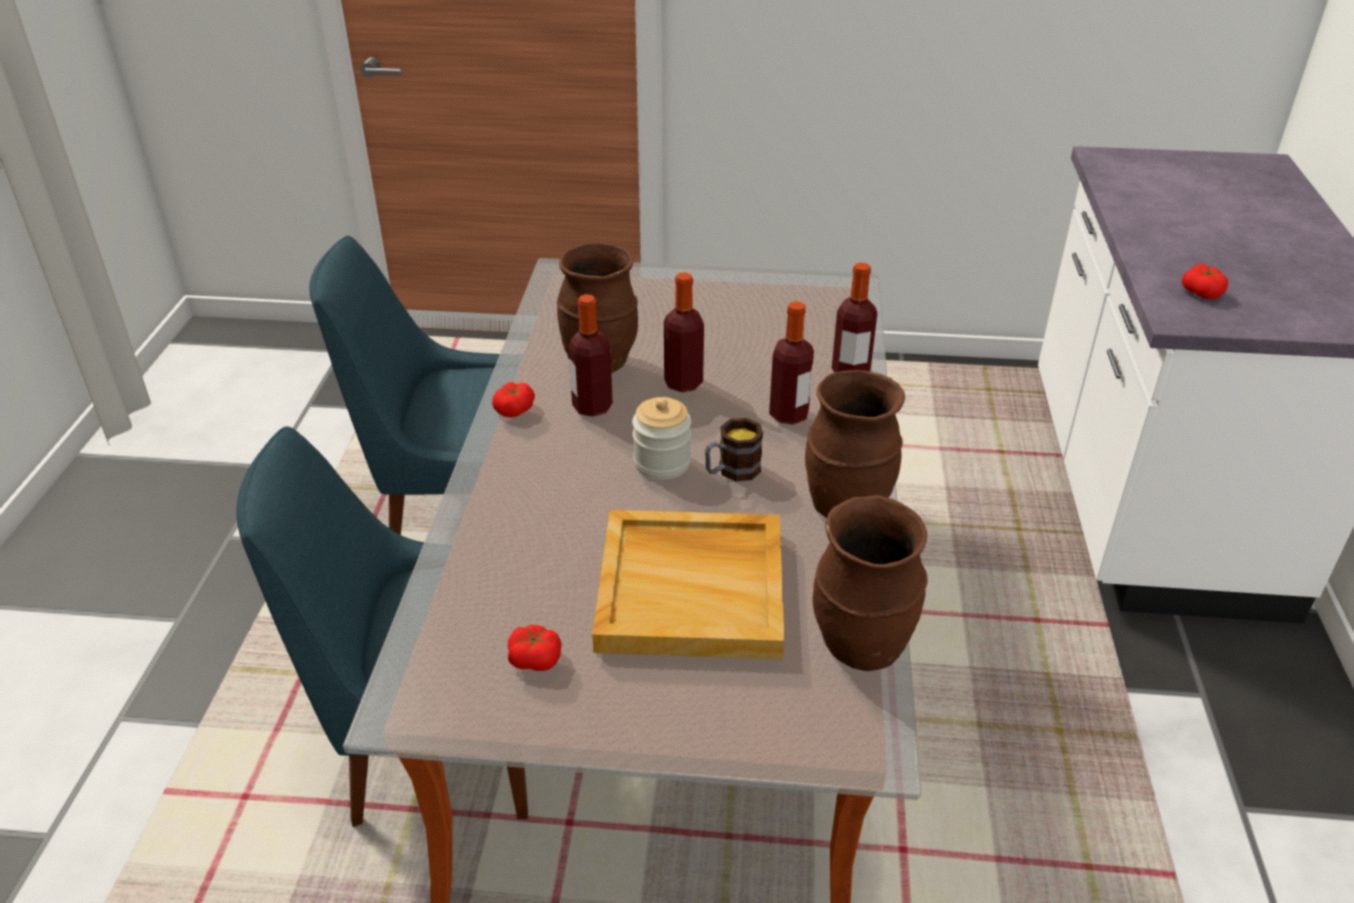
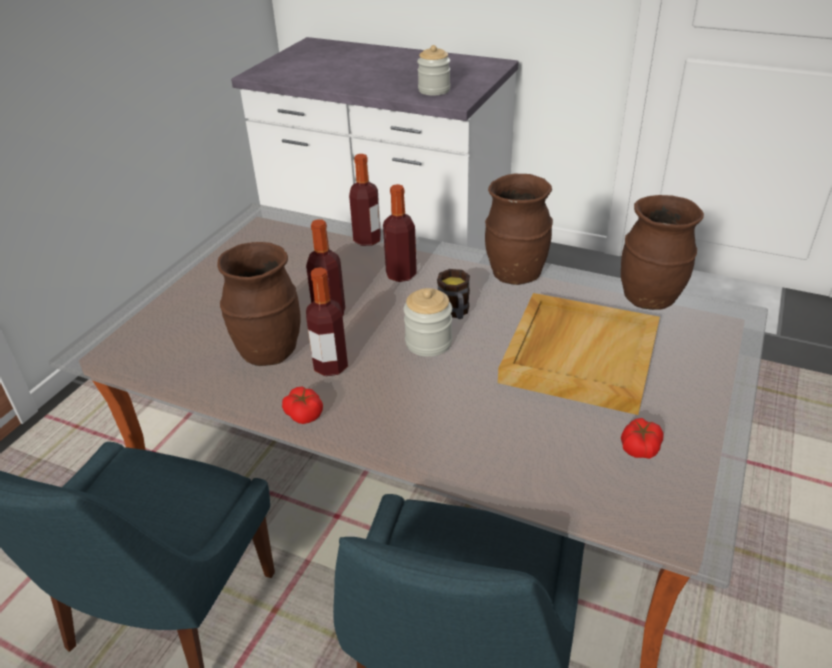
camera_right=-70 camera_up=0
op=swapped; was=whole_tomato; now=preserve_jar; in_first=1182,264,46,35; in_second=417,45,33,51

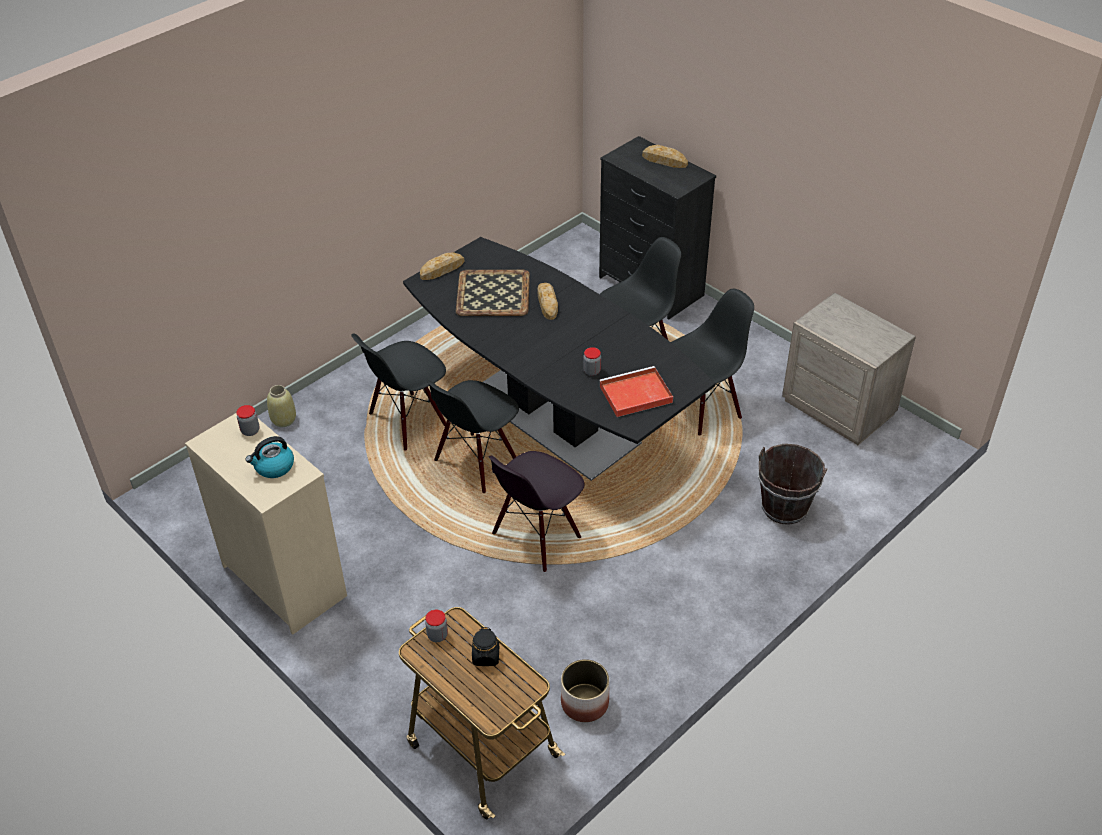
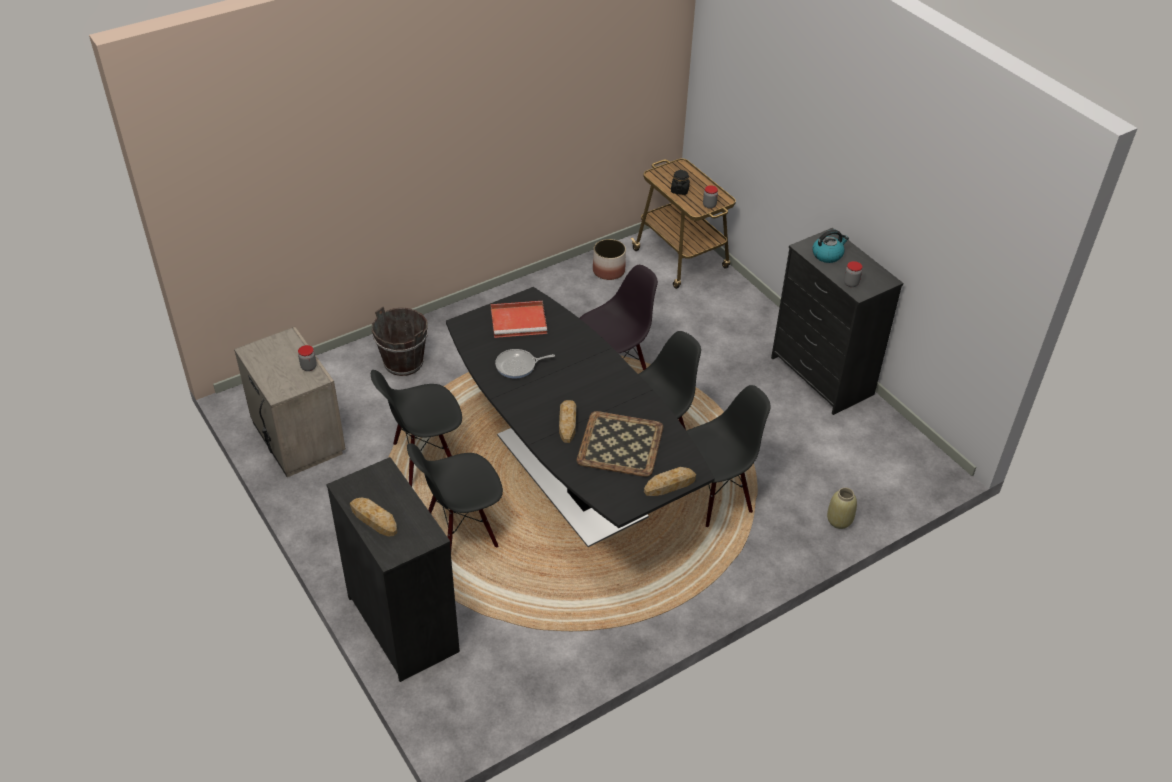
camera_right=-170 camera_up=0
op=repainted; was=beige-coloured_drawer_chest; now=black-coloured_drawer_chest; in_first=185,413,162,222; in_second=771,228,133,187
op=shifted; was=preserve_jar; in_first=583,347,18,29; in_second=298,345,19,26
op=new; now=skillet; in_second=495,349,60,30

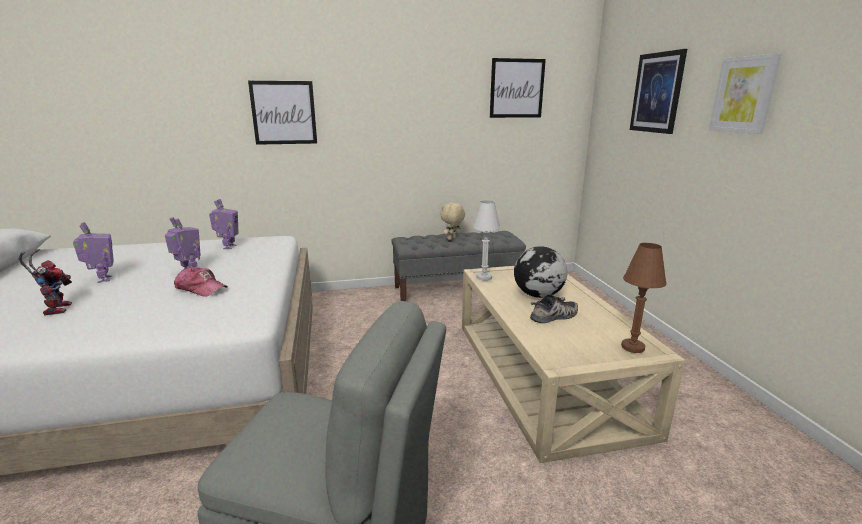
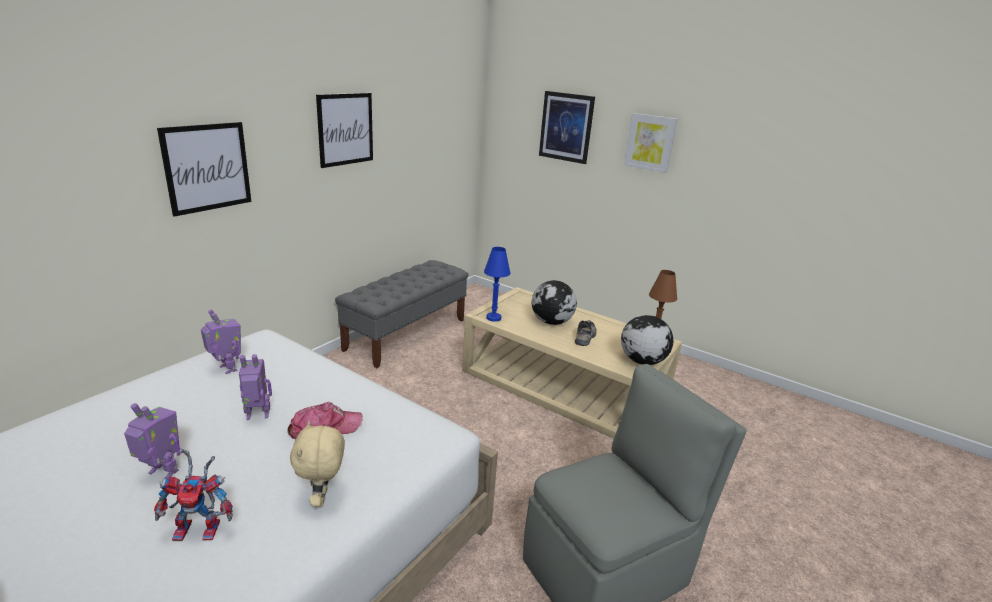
camera_right=-45 camera_up=5
op=rotated; was=robot_figure; in_first=18,249,54,67; in_second=154,449,79,92; clockwise=150
op=shifted; was=beige-coloured_cuddly_toy; in_first=440,203,25,37; in_second=290,421,55,86
op=repainted; was=white_table_lamp; now=bluish_table_lamp; in_first=472,200,28,81; in_second=484,247,26,74
op=shifted; was=wall_picture; in_first=490,58,56,60; in_second=316,93,57,75
op=new; now=desk_globe; in_second=621,315,53,50

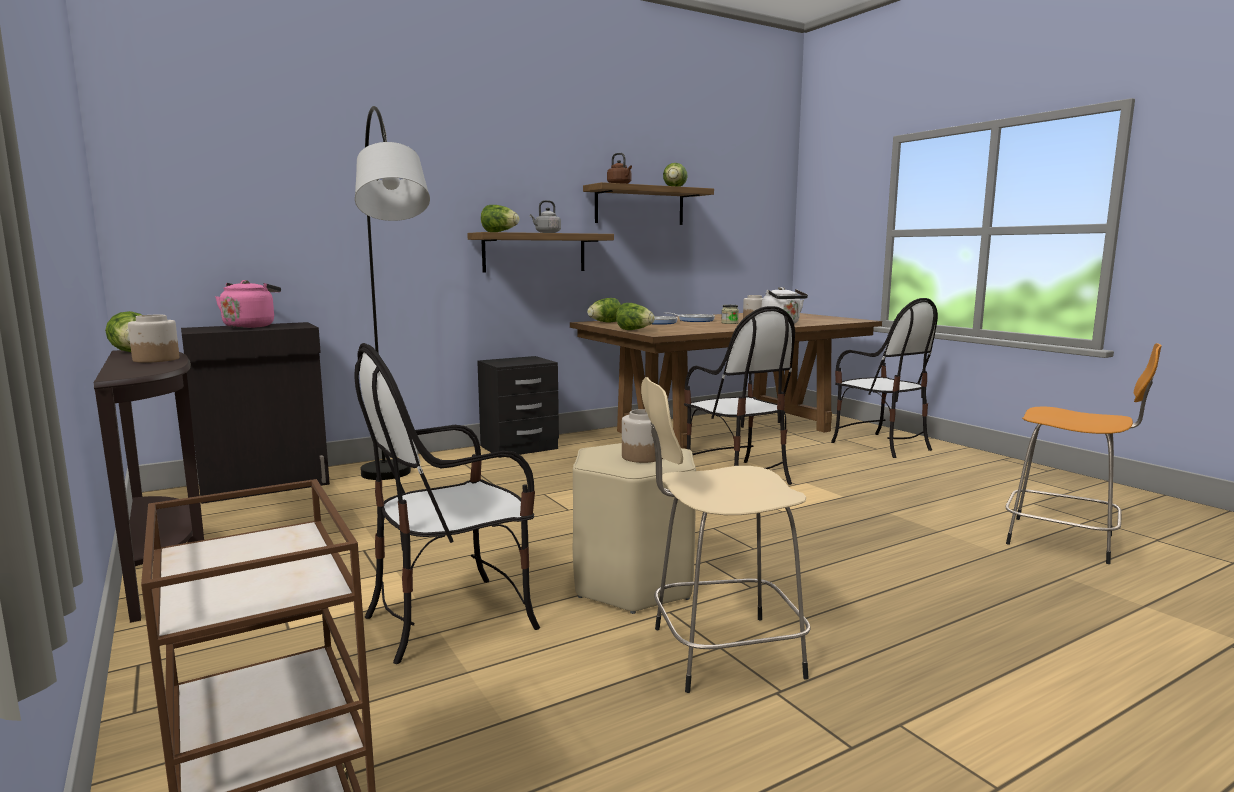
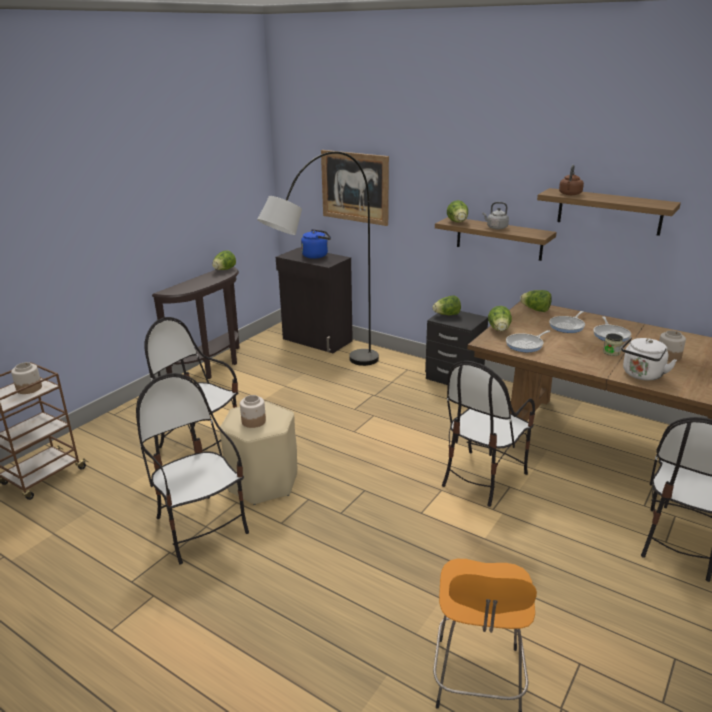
camera_right=65 camera_up=15
op=shifted; was=preserve_jar; in_first=128,315,51,48; in_second=11,362,31,32
op=repainted; was=pink_tea_kettle; now=bluish_tea_kettle; in_first=215,280,66,48; in_second=301,229,30,30
op=swapped; was=beige-coloured_stool; now=upright_chair; in_first=641,377,170,316; in_second=136,373,113,191
op=shifted; was=head_of_lettuce; in_first=663,163,25,24; in_second=432,295,29,20
op=new; now=wall_picture; in_second=321,150,68,76
op=new; now=skillet; in_second=506,330,44,22

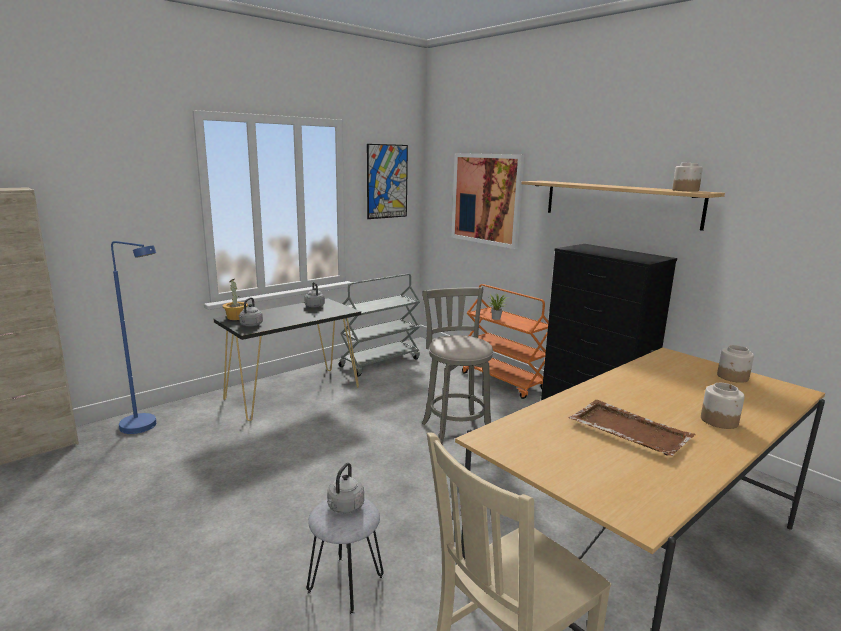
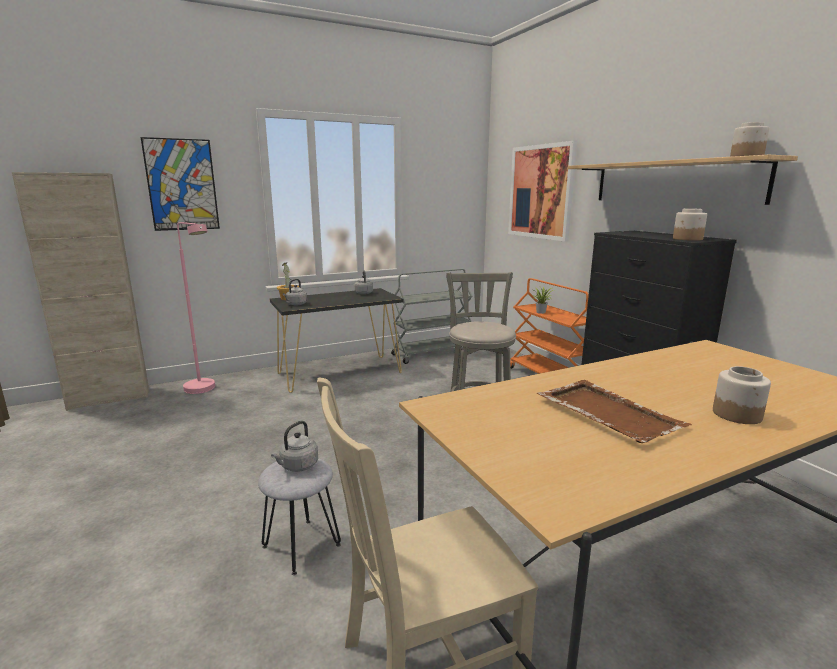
camera_right=15 camera_up=0
op=repainted; was=bluish_standing_lamp; now=pink_standing_lamp; in_first=111,241,45,193; in_second=177,222,38,172
op=shifted; was=wall_picture; in_first=367,144,41,75; in_second=141,137,79,94
op=shifted; was=preserve_jar; in_first=717,345,37,38; in_second=673,208,34,33

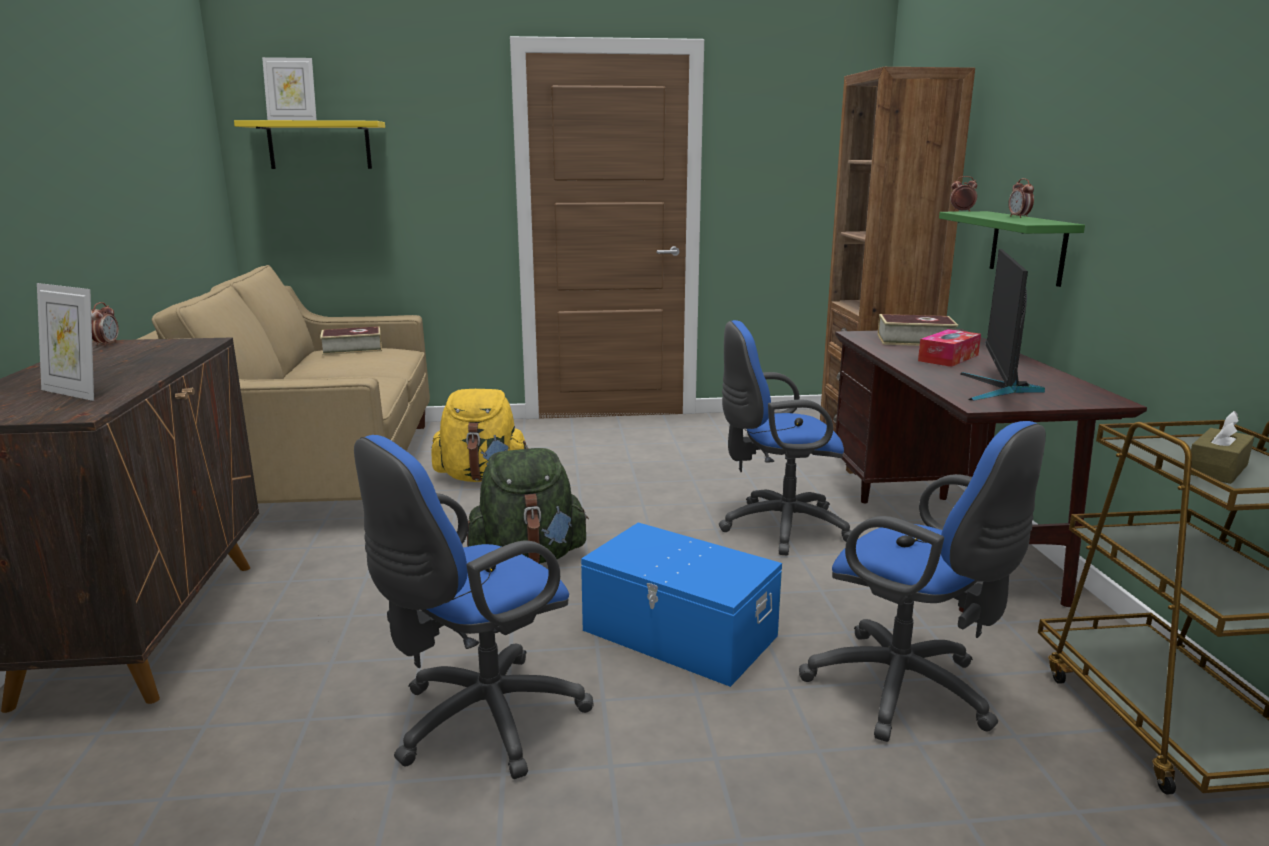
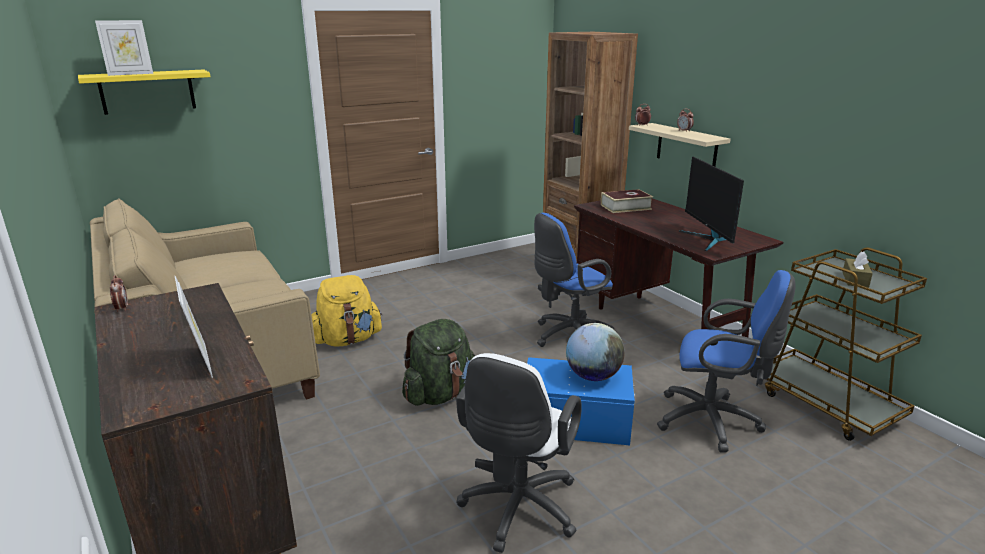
camera_right=-25 camera_up=5
op=rotated; was=standing_frame; in_first=37,283,57,118; in_second=175,276,38,102; clockwise=-120
op=gone; was=volume; in_first=320,326,62,29
op=repainted; was=bluish_office_chair; now=white_office_chair; in_first=354,435,240,344; in_second=456,353,126,200
op=gone; was=tissue_box; in_first=918,329,63,38
op=repainted; was=green-coloured_bracket_shelf; now=beige-coloured_bracket_shelf; in_first=939,211,146,76; in_second=629,123,101,43
op=new; now=desk_globe; in_second=566,323,59,58

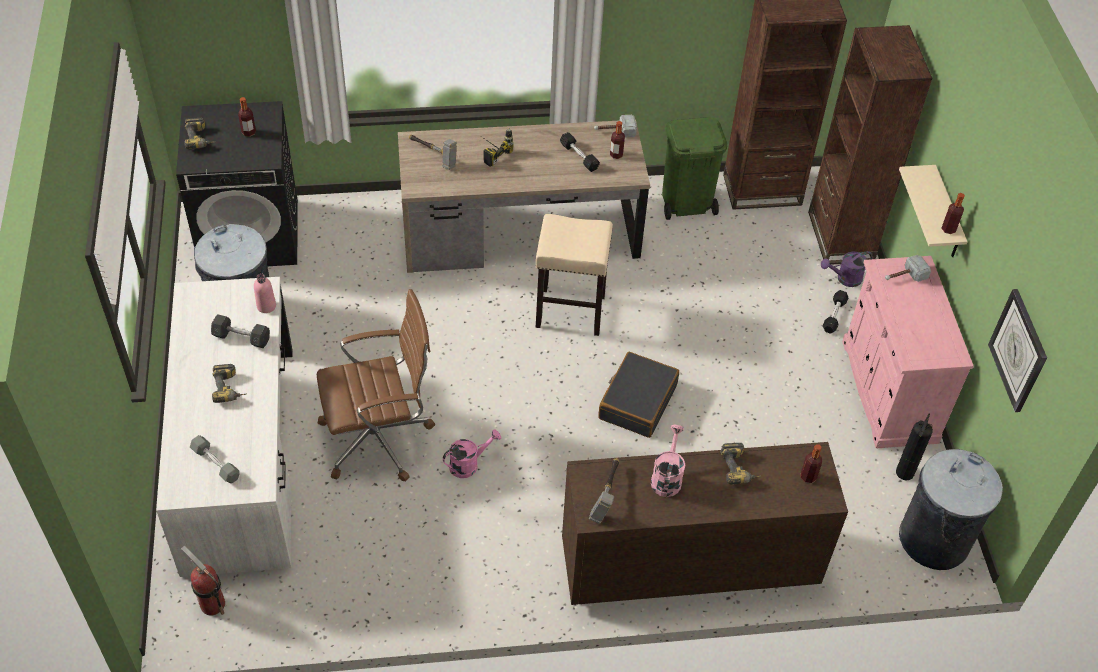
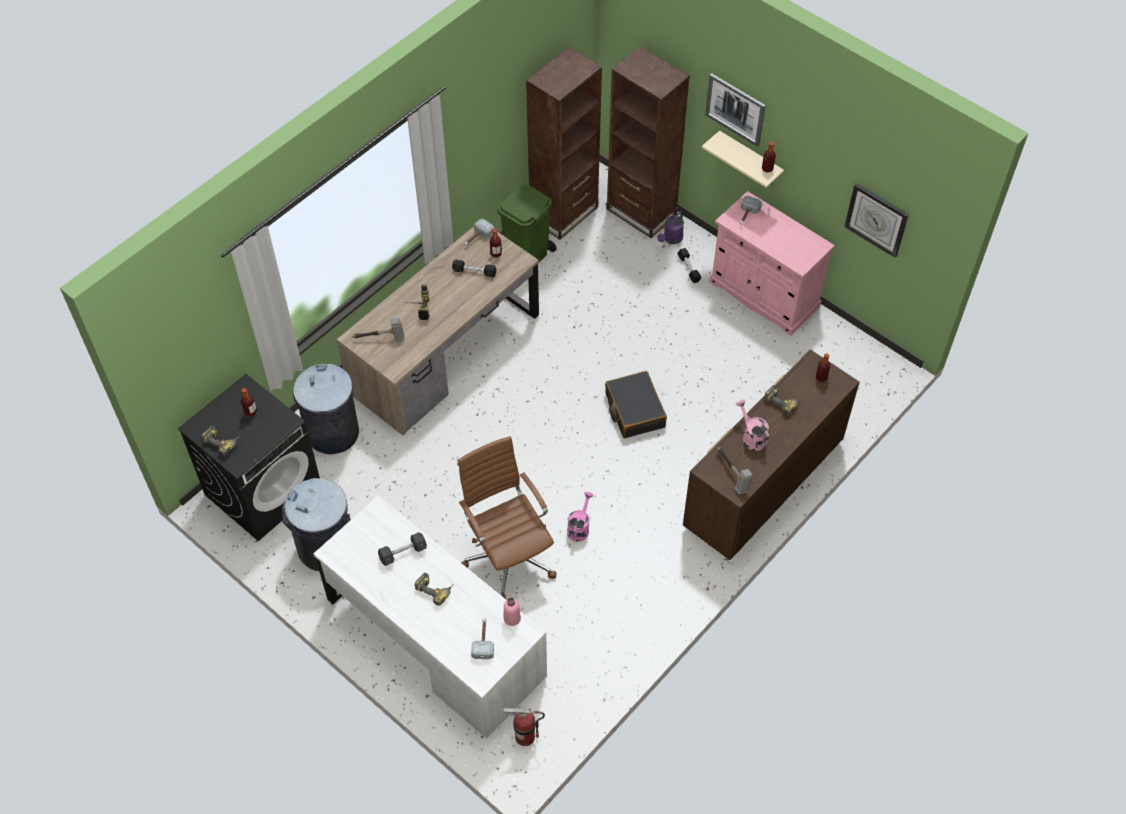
camera_right=-40 camera_up=5
op=swapped; was=gray_hand_weight; now=hammer; in_first=190,435,50,48; in_second=471,618,23,41
op=shifted; was=pink_bottle; in_first=254,274,22,39; in_second=504,598,17,28
op=rotated; was=brown_office_chair; in_first=317,289,118,193; in_second=458,436,99,163; clockwise=-60
op=gone; was=beige-coloured_stool; in_first=536,214,77,122
op=gone; was=fire-fighting_cylinder; in_first=896,414,37,66
op=shifted; was=gray_waste_bin; in_first=899,449,104,121; in_second=293,363,66,91
op=new; now=wall_picture; in_second=705,73,61,74

